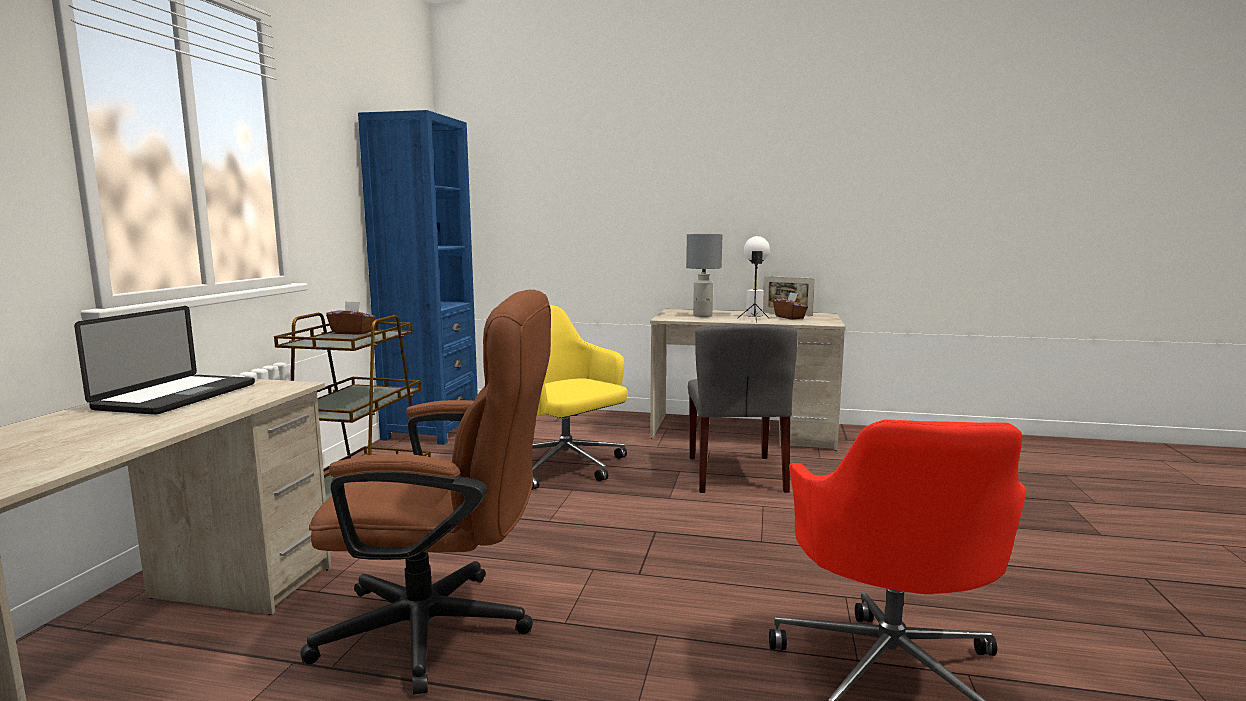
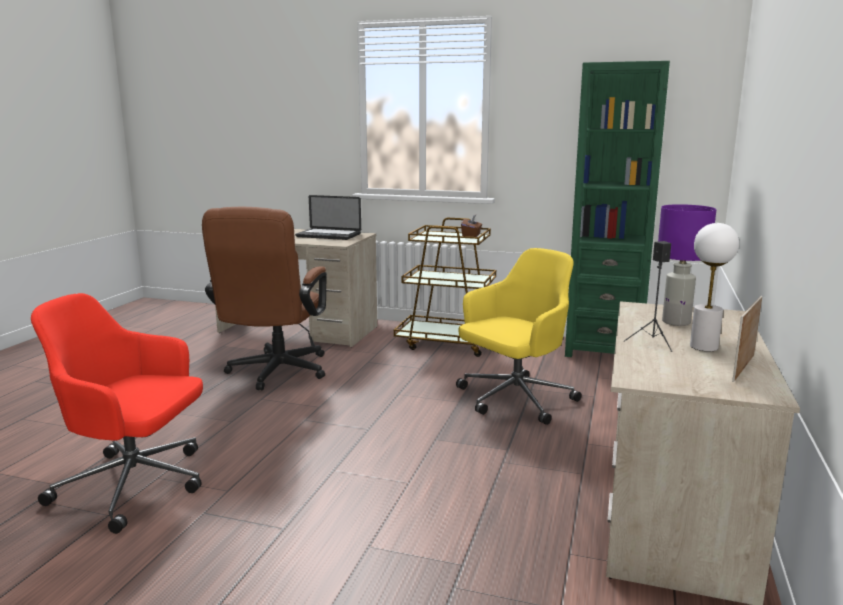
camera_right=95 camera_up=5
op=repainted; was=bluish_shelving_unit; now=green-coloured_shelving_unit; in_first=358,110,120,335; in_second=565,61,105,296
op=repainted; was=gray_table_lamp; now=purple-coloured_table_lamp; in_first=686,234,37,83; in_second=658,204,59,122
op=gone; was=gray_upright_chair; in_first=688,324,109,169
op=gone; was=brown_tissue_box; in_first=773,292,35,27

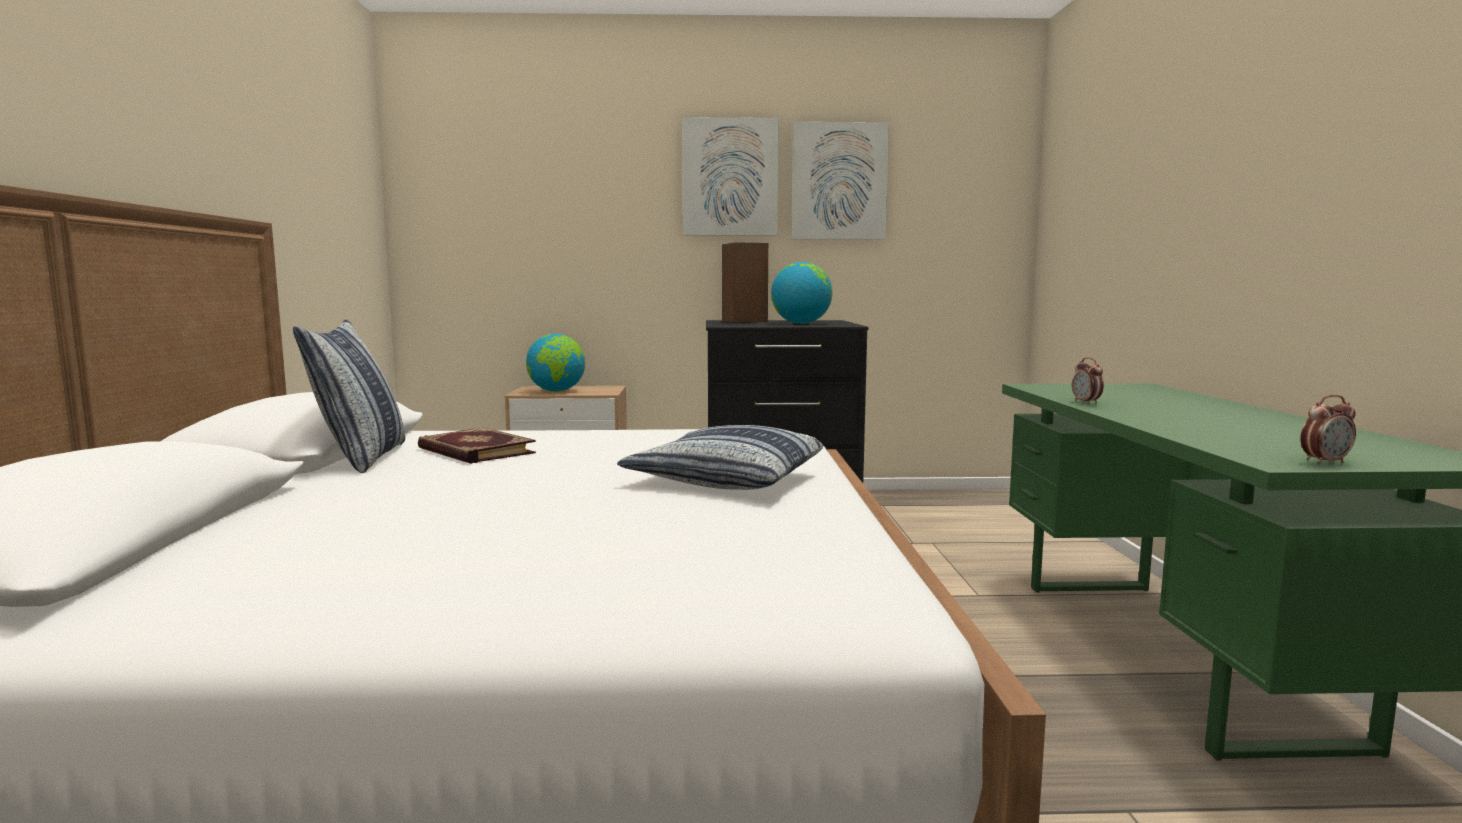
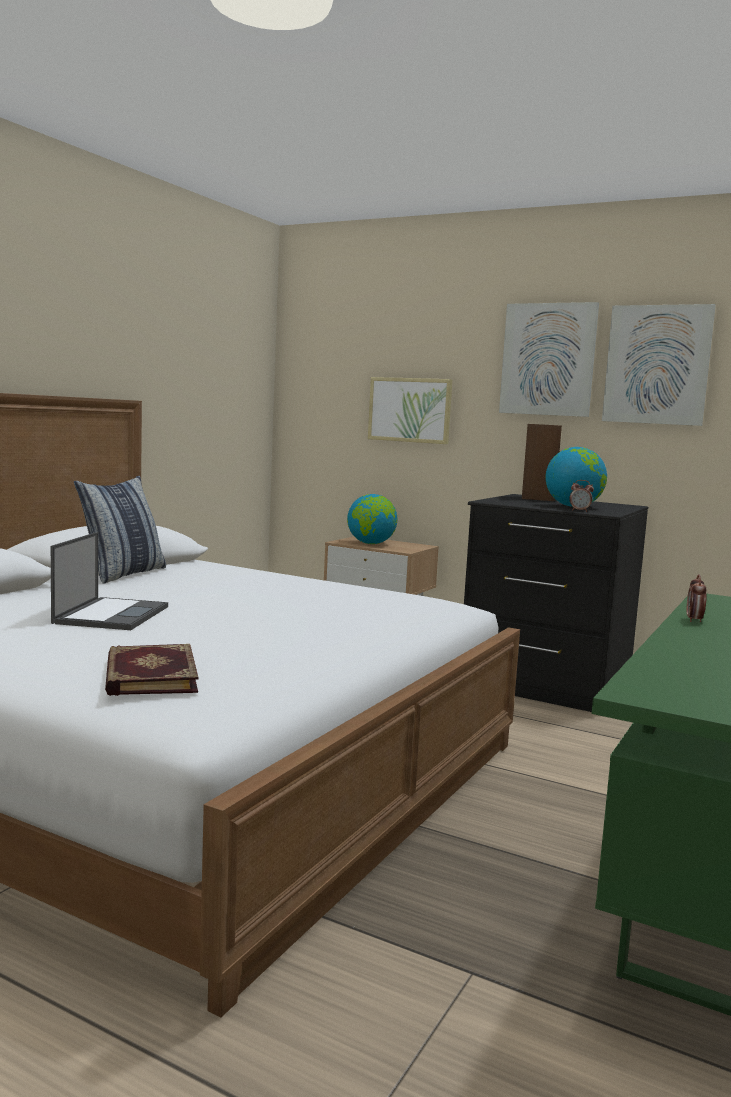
camera_right=30 camera_up=0
op=shifted; was=volume; in_first=418,427,118,37; in_second=105,644,93,52
op=gone; was=pillow; in_first=617,425,206,65
op=shifted; was=alarm_clock; in_first=1300,395,56,69; in_second=569,480,25,32
op=new; now=portable_computer; in_second=51,532,117,98
op=new; now=wall_picture; in_second=368,377,84,67

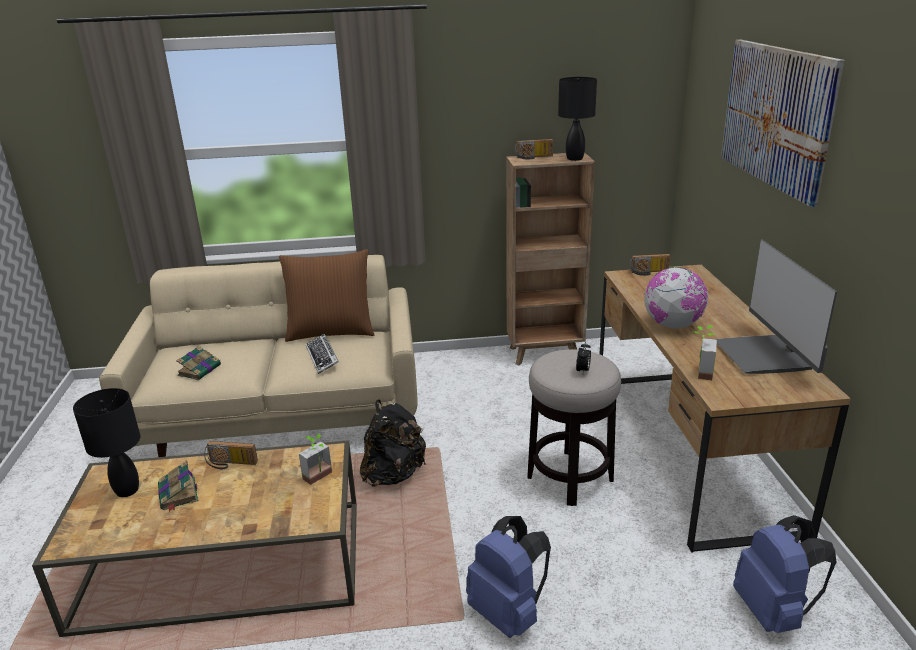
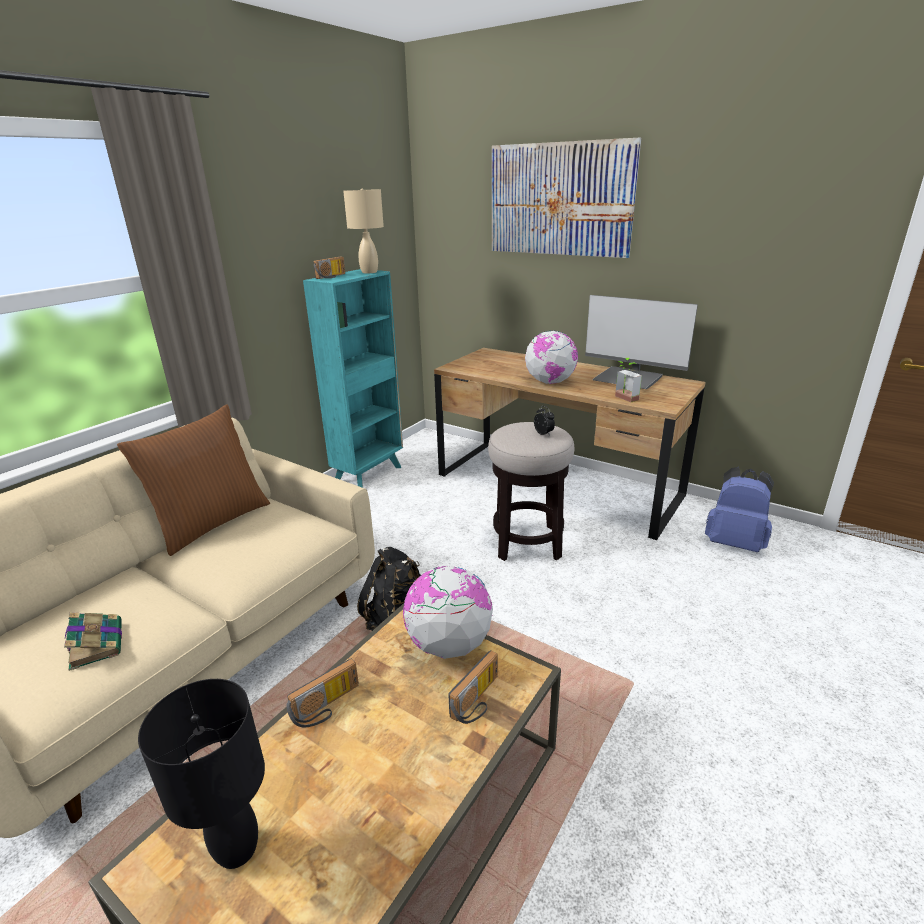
camera_right=-50 camera_up=0
op=gone; was=volume; in_first=158,460,40,52
op=swapped; was=houseplant; now=desk_globe; in_first=299,434,33,51; in_second=403,566,90,93
op=gone; was=PC_keyboard; in_first=306,334,33,40
op=gone; was=bluish_backpack; in_first=466,516,85,122
op=repainted; was=brown_shelving_unit; now=turquoise_shelving_unit; in_first=506,153,89,212; in_second=303,269,100,219
op=repainted; was=black-coloured_table_lamp; now=beige-coloured_table_lamp; in_first=558,77,39,84; in_second=343,189,41,84
op=shifted; was=radio_set; in_first=630,254,41,22; in_second=448,650,50,74

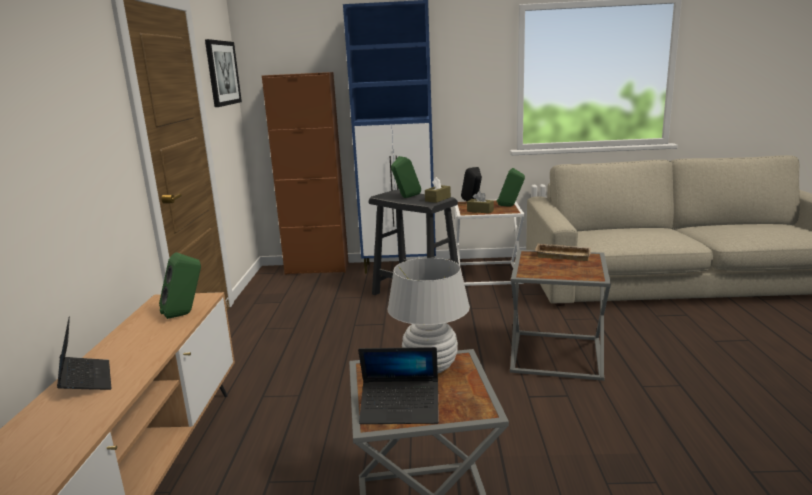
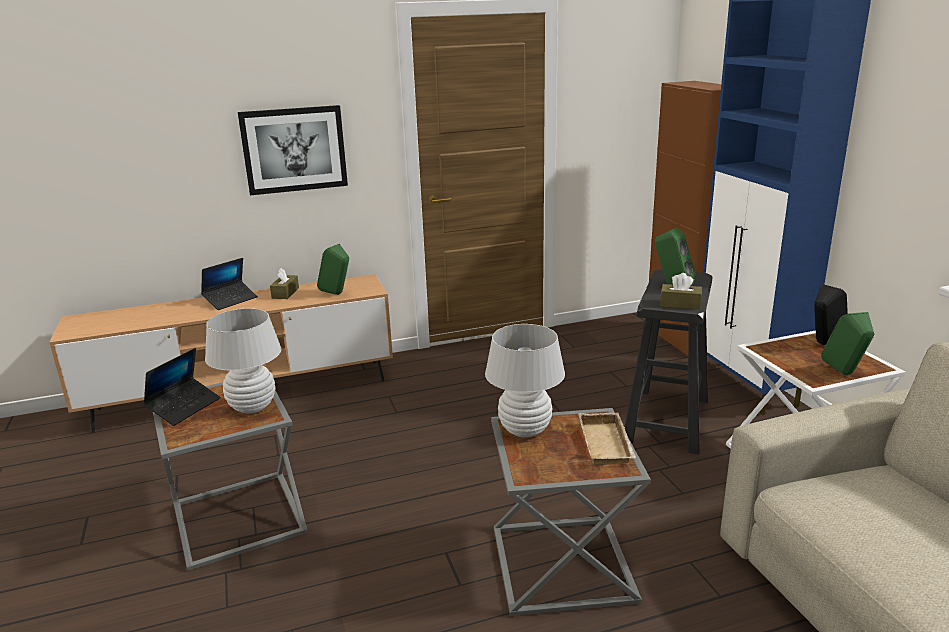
camera_right=70 camera_up=5
op=shifted; was=wall_picture; in_first=205,39,37,68; in_second=238,105,110,90
op=rotated; was=portable_computer; in_first=358,347,81,77; in_second=143,348,78,78; clockwise=-135
op=shifted; was=brown_tissue_box; in_first=467,191,27,23; in_second=270,268,29,31
op=new; now=white_table_lamp; in_second=485,324,80,114

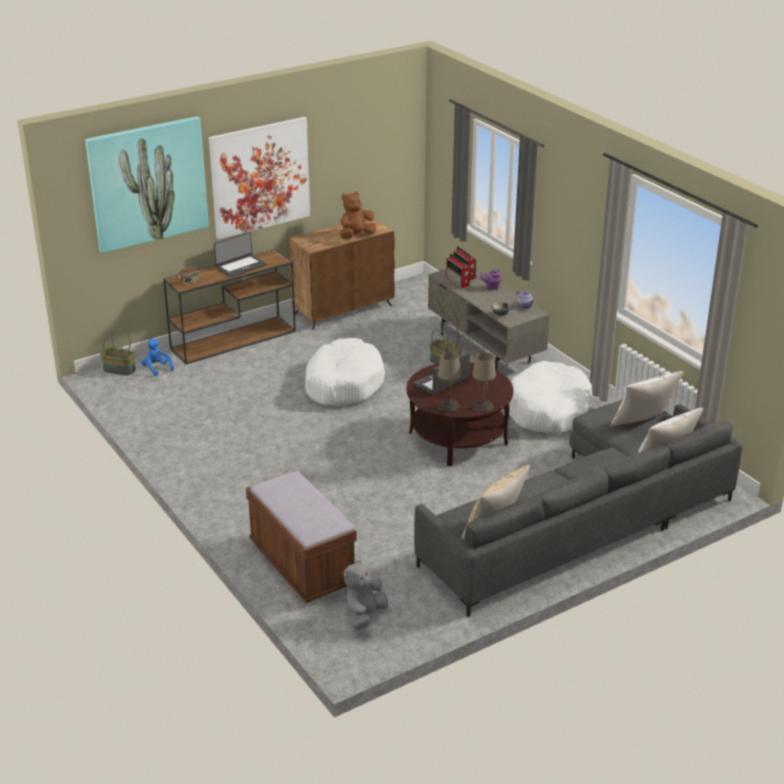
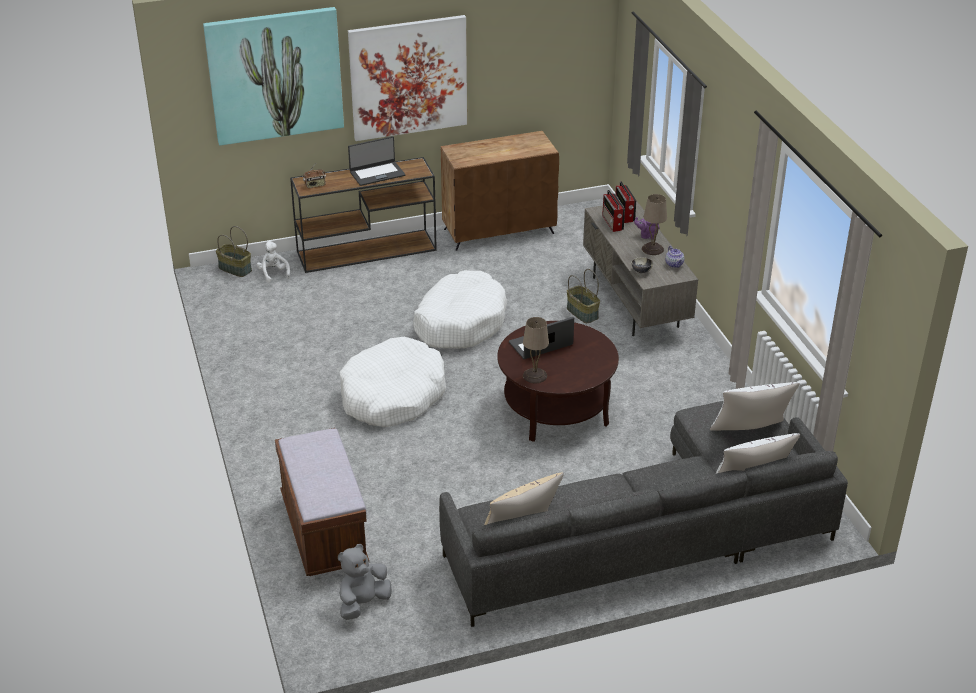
camera_right=15 camera_up=5
op=repainted; was=bluish_cuddly_toy; now=white_cuddly_toy; in_first=141,339,33,37; in_second=256,241,34,42
op=gone; was=brown_cuddly_toy; in_first=340,191,36,48
op=shifted; was=beige-coloured_table_lamp; in_first=472,352,24,60; in_second=642,194,25,61
op=shifted; was=white_pet_bed; in_first=509,361,84,73; in_second=340,337,106,90

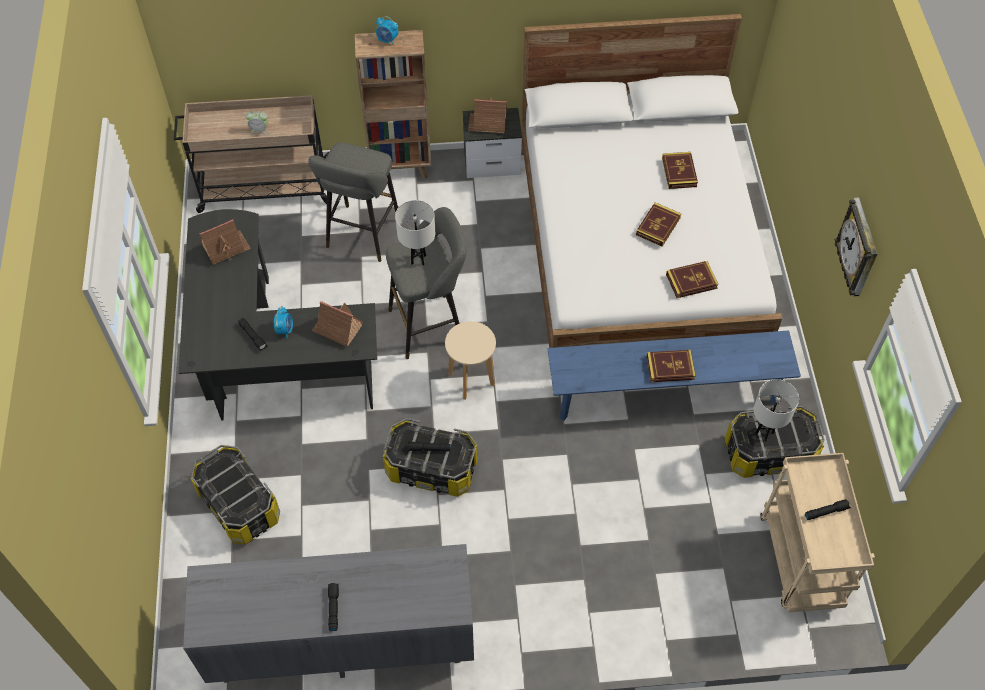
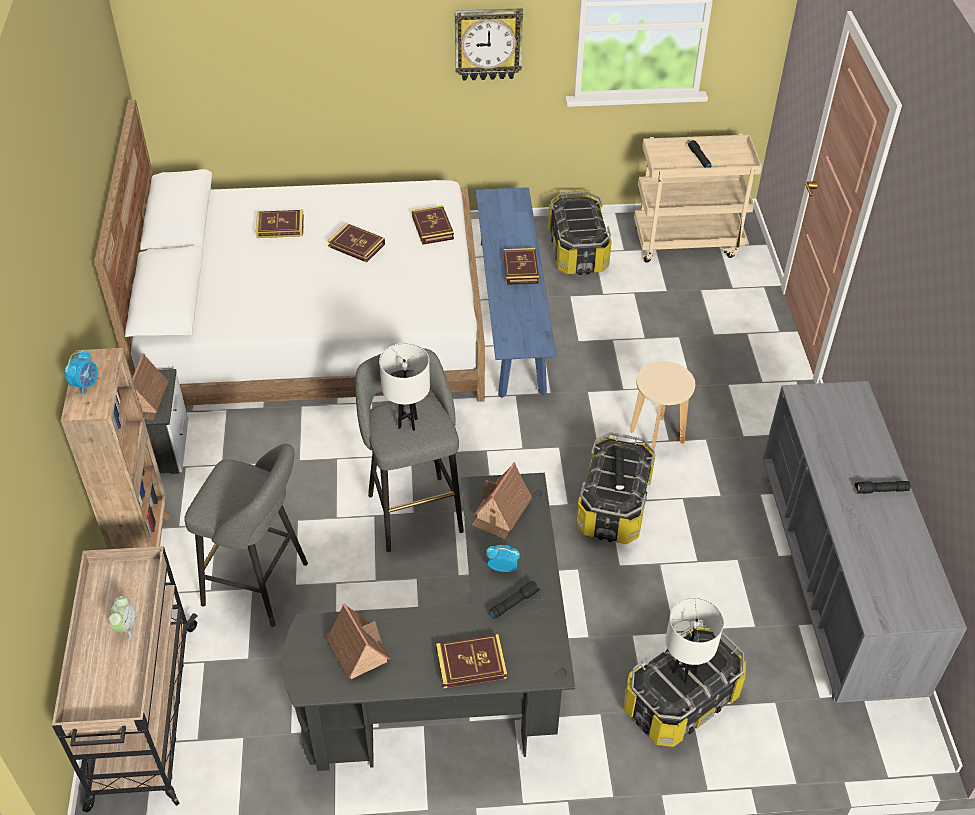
camera_right=-90 camera_up=-10
op=shifted; was=beige-coloured_stool; in_first=445,321,51,79; in_second=630,361,65,89
op=shifted; was=white_table_lamp; in_first=754,379,45,62; in_second=665,597,59,87
op=new; now=volume; in_second=436,634,71,55

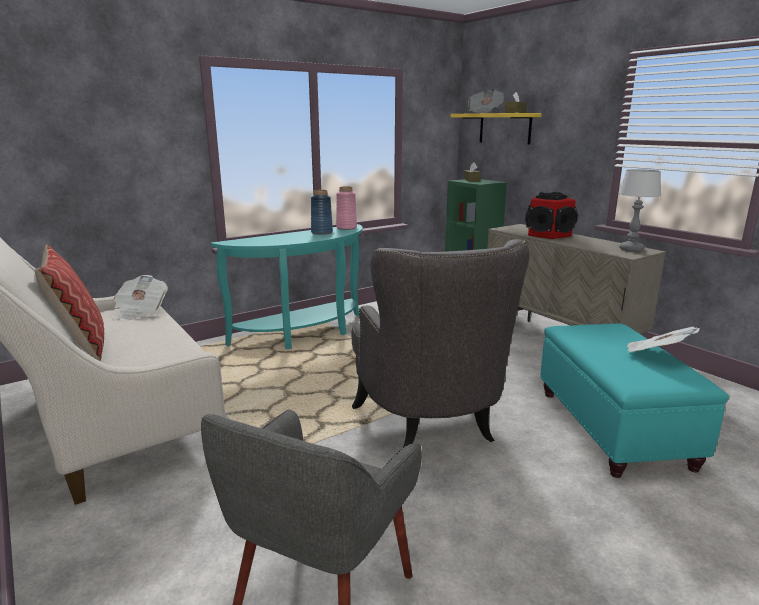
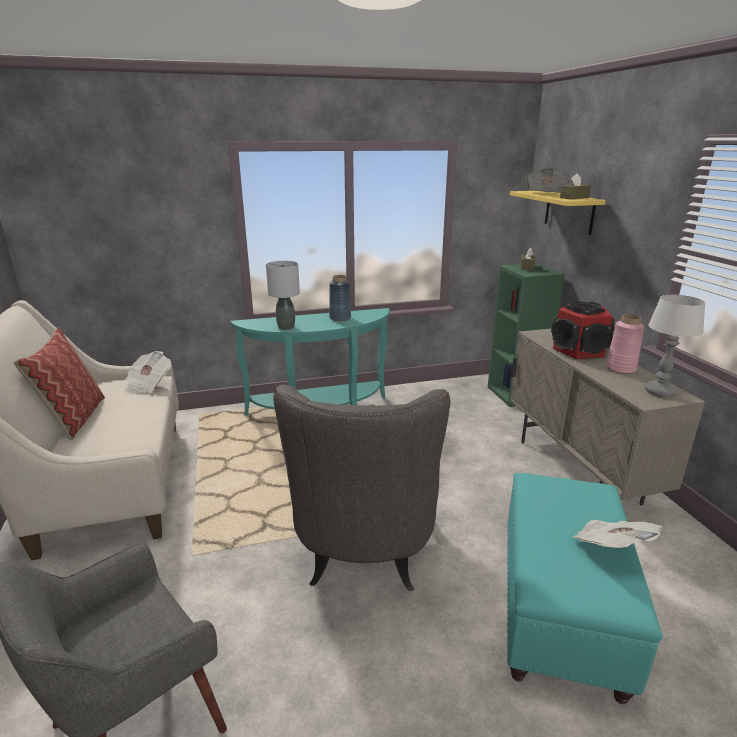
camera_right=20 camera_up=5
op=shifted; was=pink_decorative_vase; in_first=336,186,21,44; in_second=606,314,38,60
op=new; now=gray_table_lamp; in_second=266,261,34,69

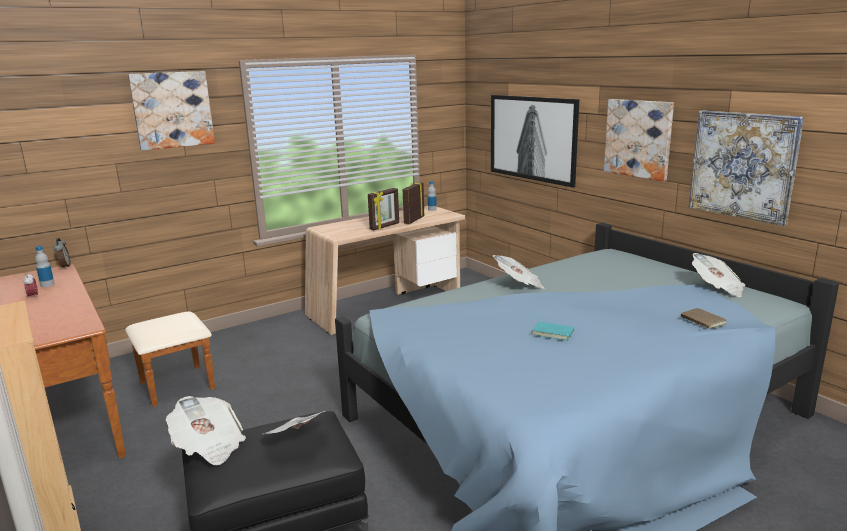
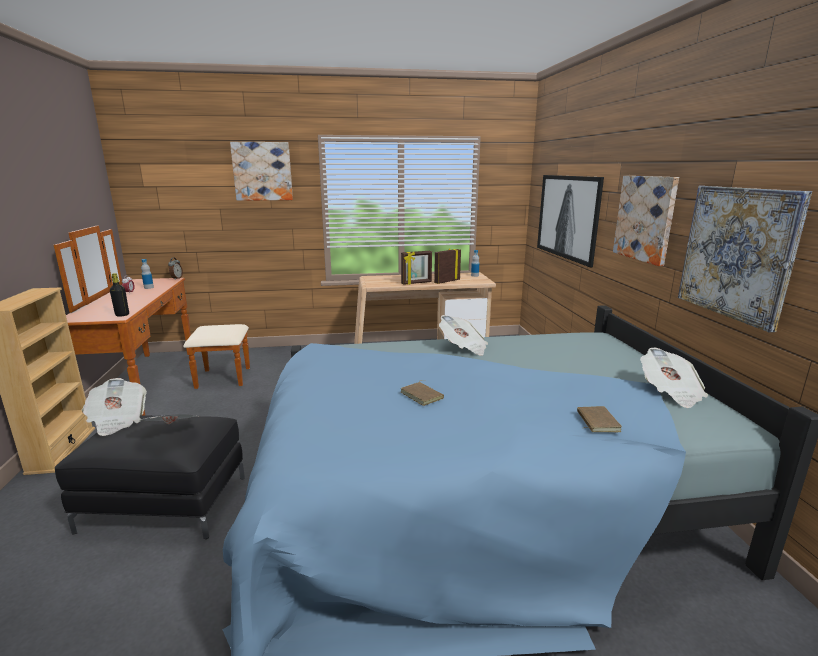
camera_right=25 camera_up=0
op=repainted; was=turquoise_volume; now=brown_volume; in_first=532,319,42,22; in_second=401,380,43,26
op=new; now=black-coloured_bottle; in_second=110,273,19,44

